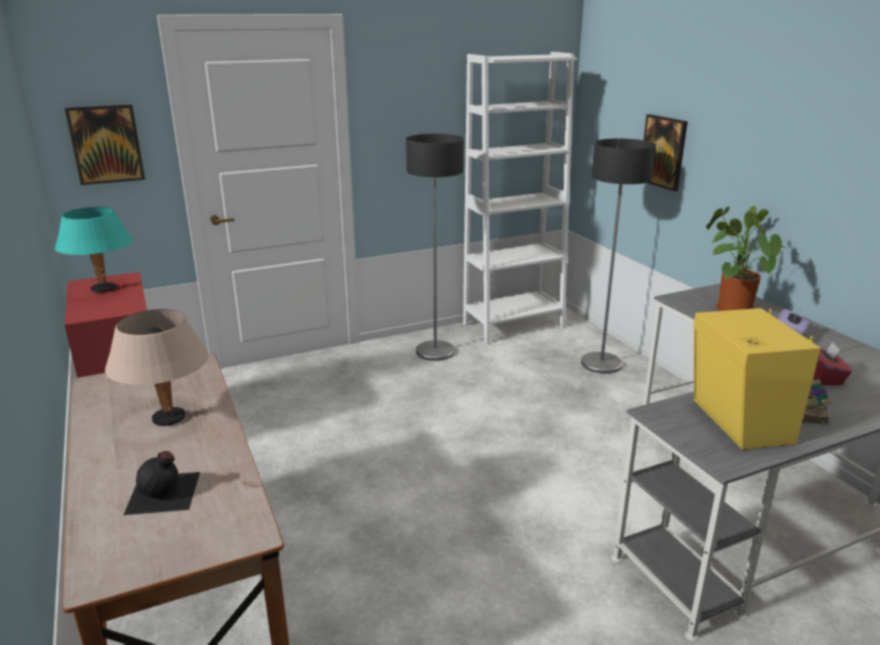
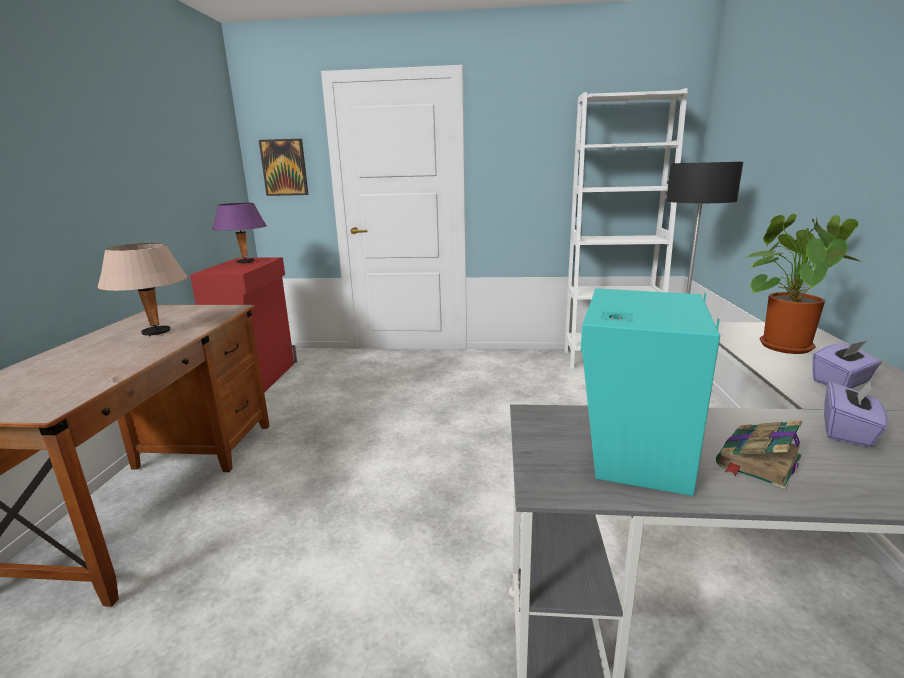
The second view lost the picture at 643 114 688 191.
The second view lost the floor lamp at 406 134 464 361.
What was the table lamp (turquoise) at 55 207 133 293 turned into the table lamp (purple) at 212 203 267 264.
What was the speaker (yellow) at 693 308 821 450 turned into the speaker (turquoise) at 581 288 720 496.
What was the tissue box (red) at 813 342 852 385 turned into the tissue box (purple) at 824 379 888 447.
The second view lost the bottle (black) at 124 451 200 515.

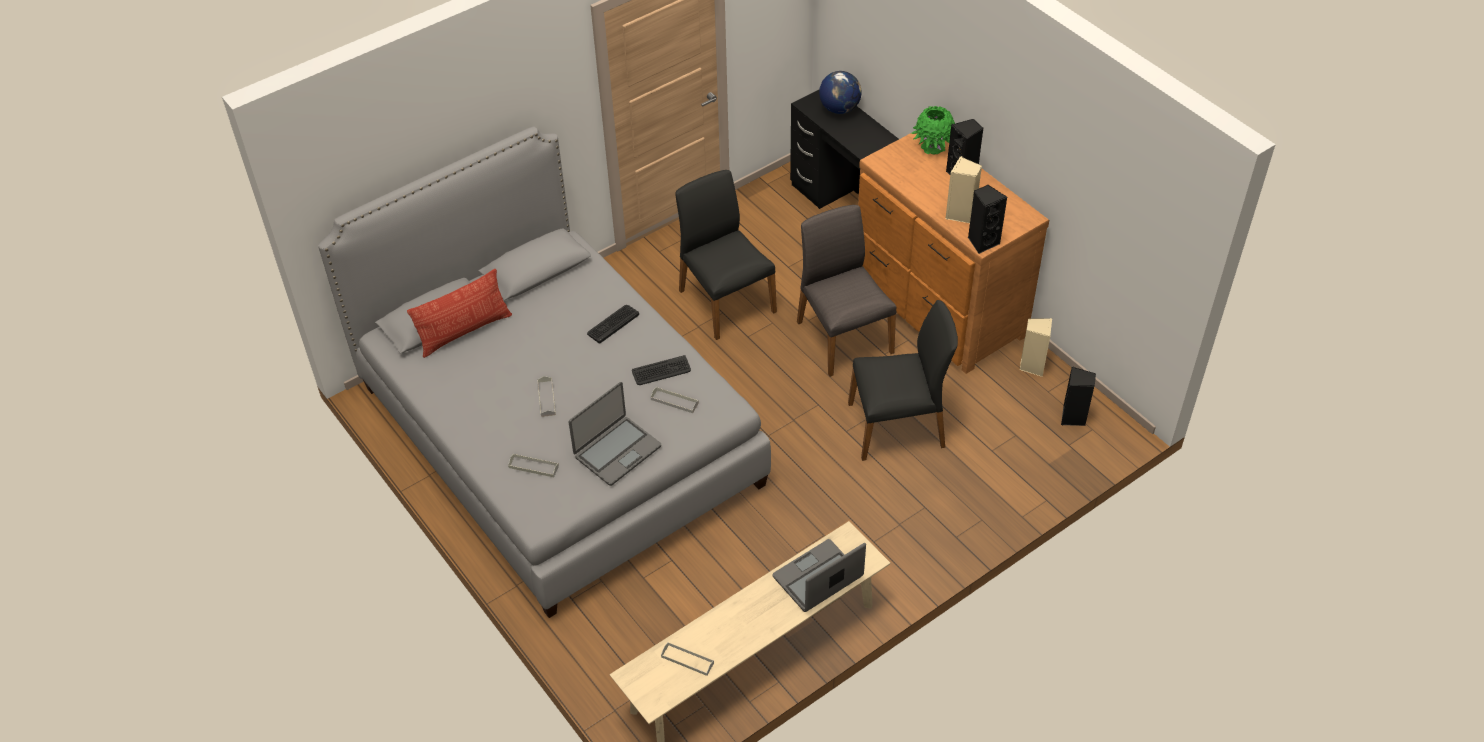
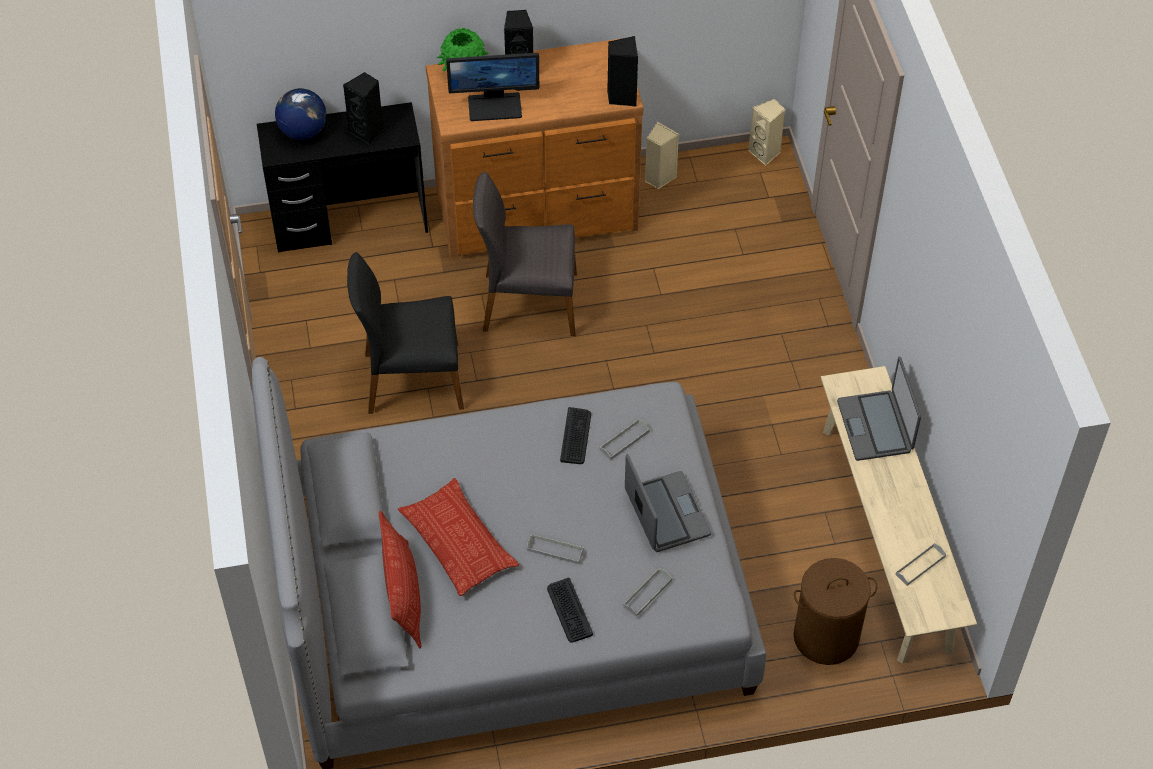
The speaker (beige) ended up elsewhere, having gone from 946 156 982 223 to 748 99 785 166.
The second view lost the chair (black) at 848 300 958 461.
The keyboard ended up elsewhere, having gone from 587 305 639 344 to 547 578 593 642.
The speaker (black) ended up elsewhere, having gone from 1061 367 1096 426 to 343 72 384 145.
The second view gained the monitor at 446 53 539 121.
The second view gained the pillow at 398 478 519 596.
The second view gained the laundry basket (brown) at 794 558 877 665.

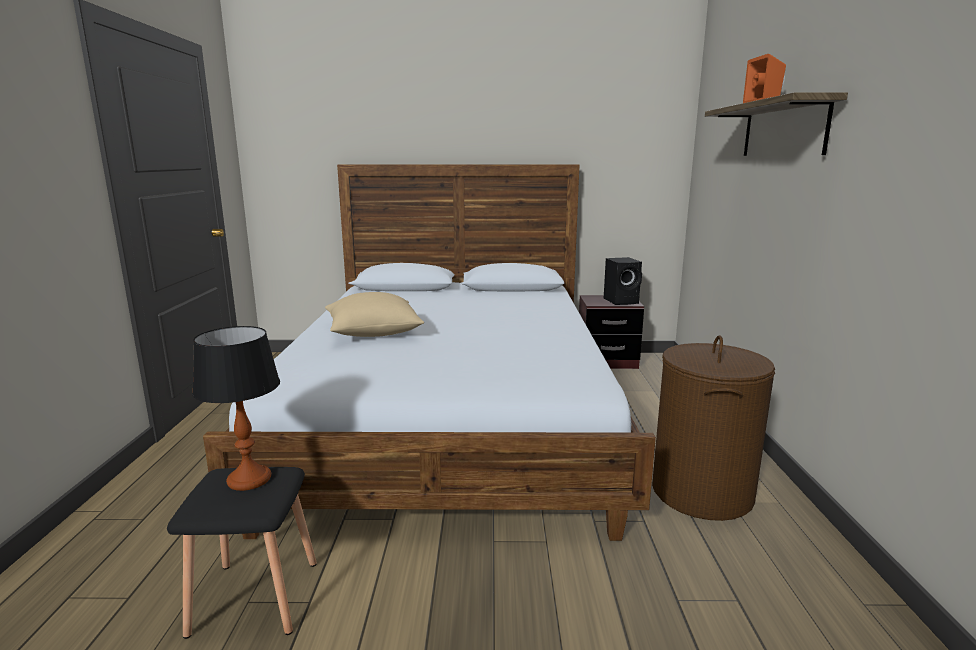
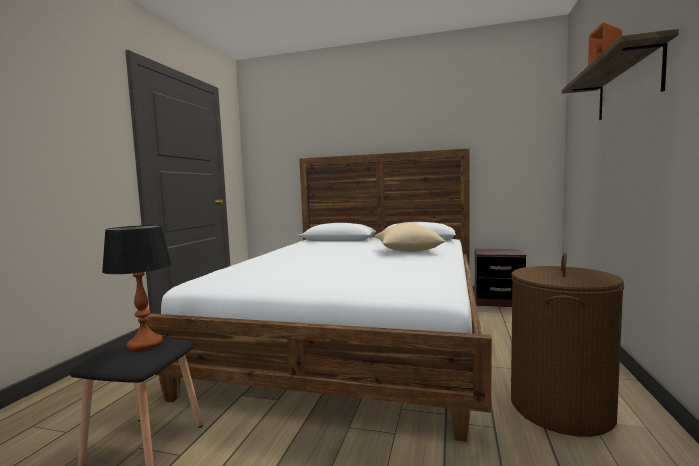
The second view lost the speaker (black) at 604 257 642 305.
The pillow (beige) ended up elsewhere, having gone from 325 292 424 337 to 375 224 446 252.

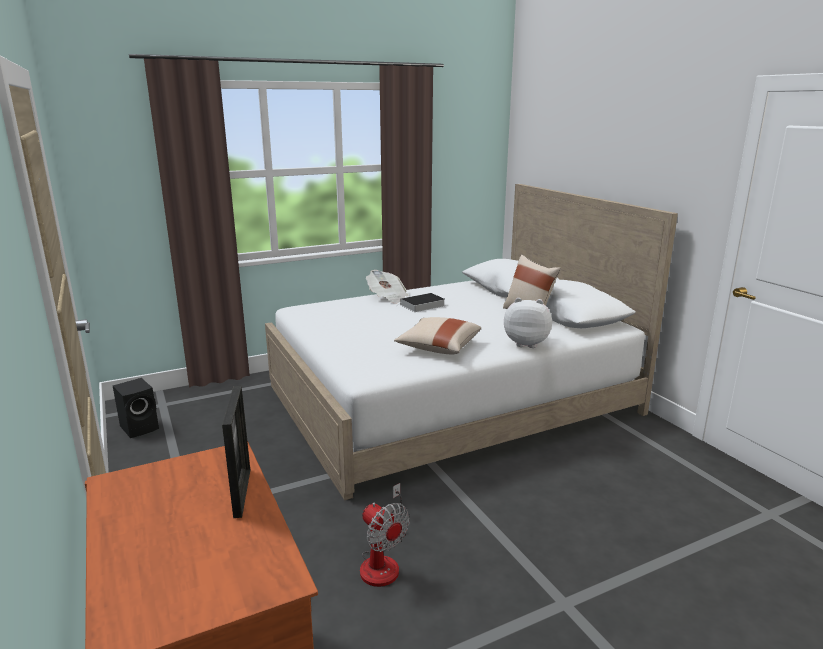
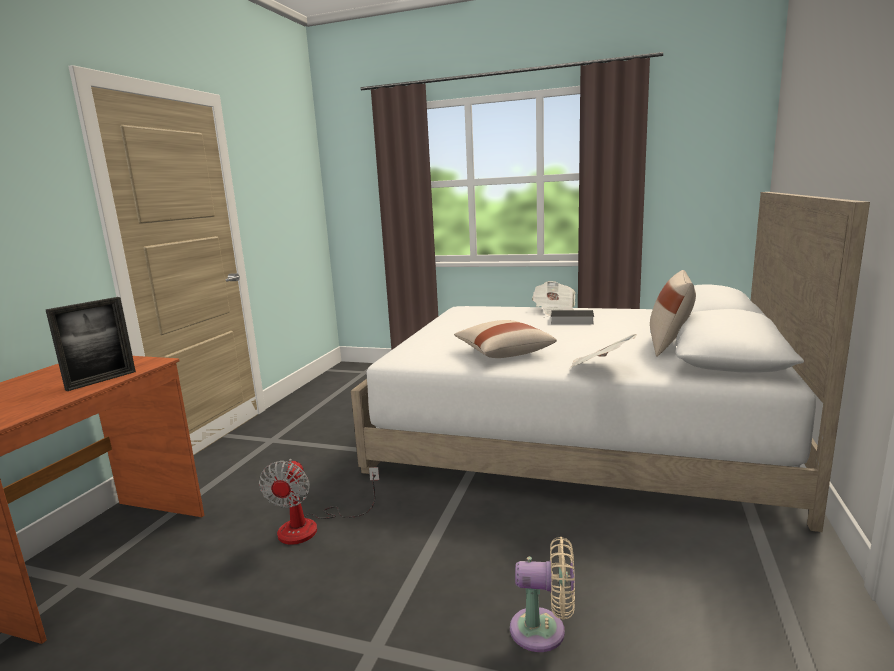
Where the plush toy stood at 504 298 552 348, the newspaper came to stand at 570 334 637 368.
The second view lost the speaker (black) at 113 378 159 438.
The second view gained the fan (beige) at 510 537 575 652.

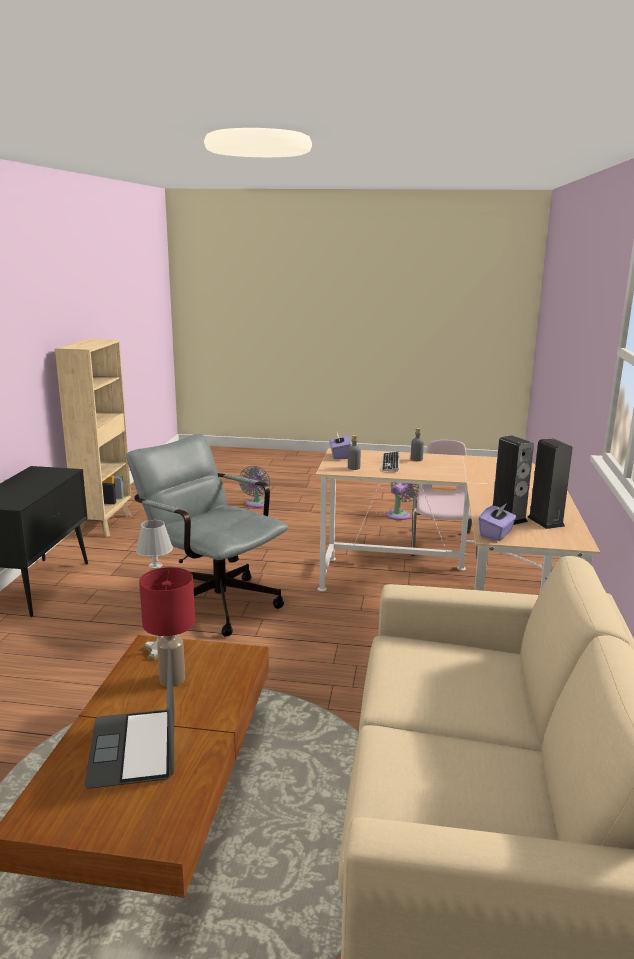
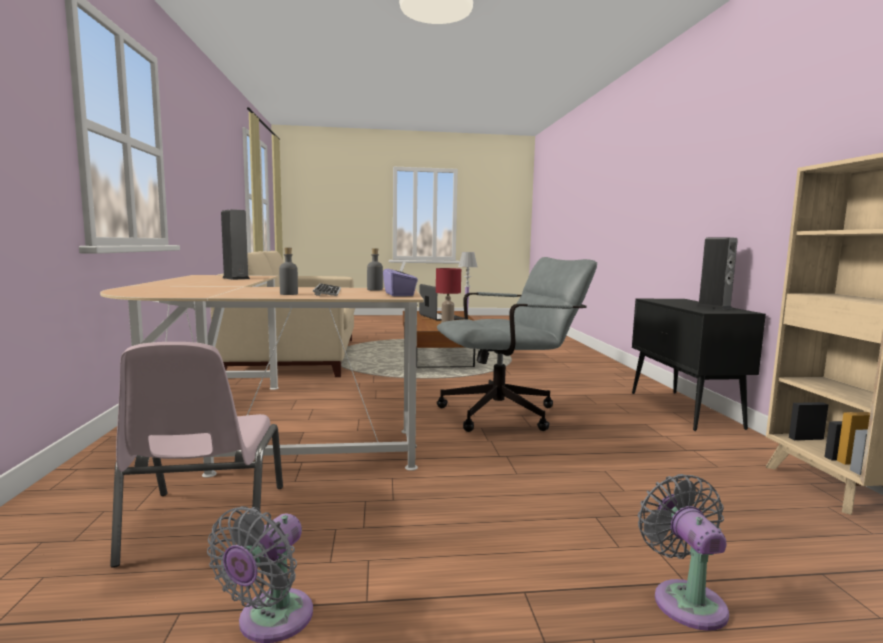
The office chair (grey) at 126 434 289 637 ended up facing another way, 45 degrees counterclockwise from before.
The speaker ended up elsewhere, having gone from 528 438 573 529 to 697 237 738 310.
The second view lost the tissue box (purple) at 479 503 517 541.

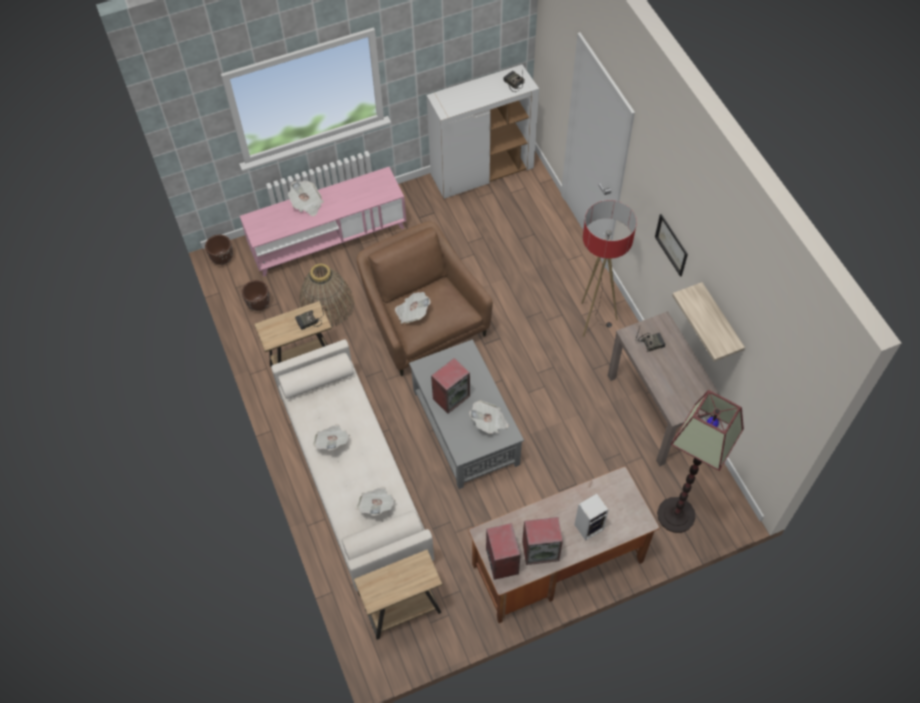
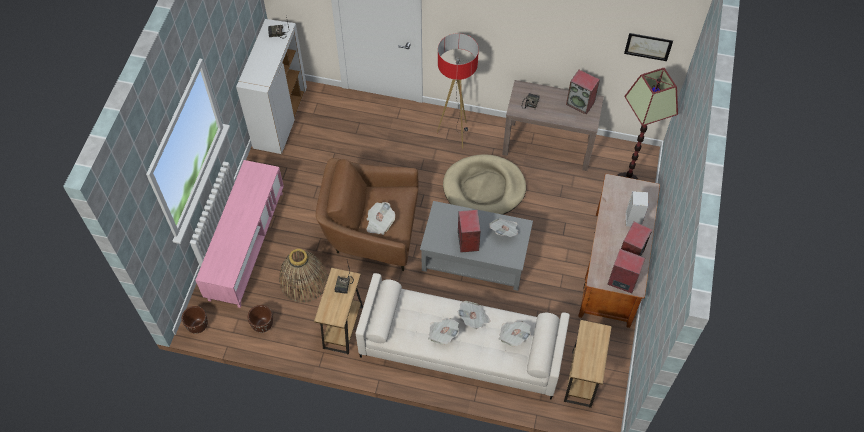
The newspaper ended up elsewhere, having gone from 288 181 324 216 to 457 301 491 329.
The picture ended up elsewhere, having gone from 655 214 688 277 to 624 33 673 61.
The second view lost the shelf at 672 282 745 362.
The second view gained the speaker at 566 70 600 115.
The second view gained the dog bed (beige) at 443 154 526 215.

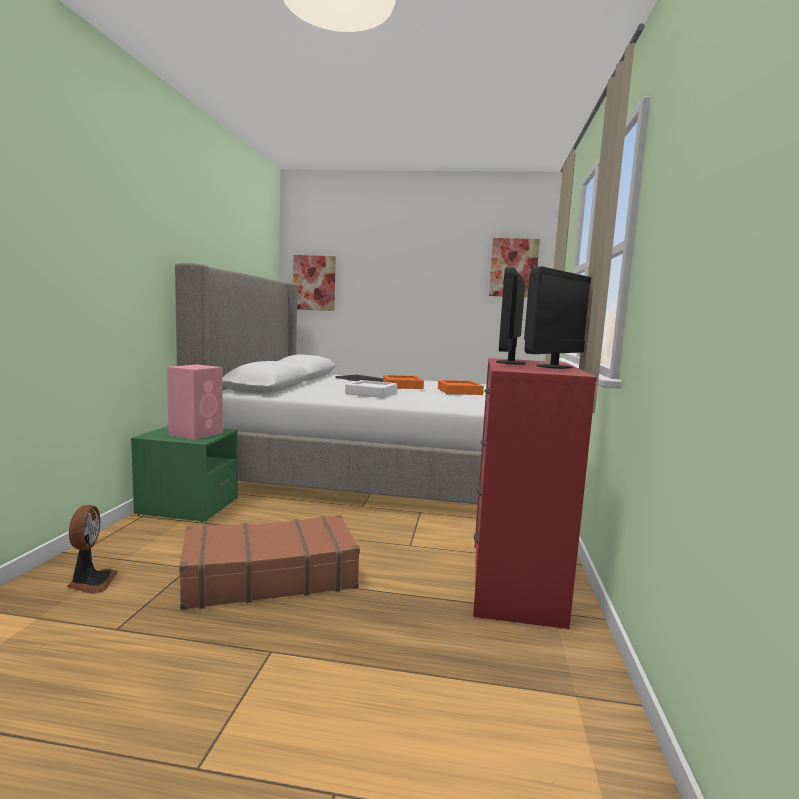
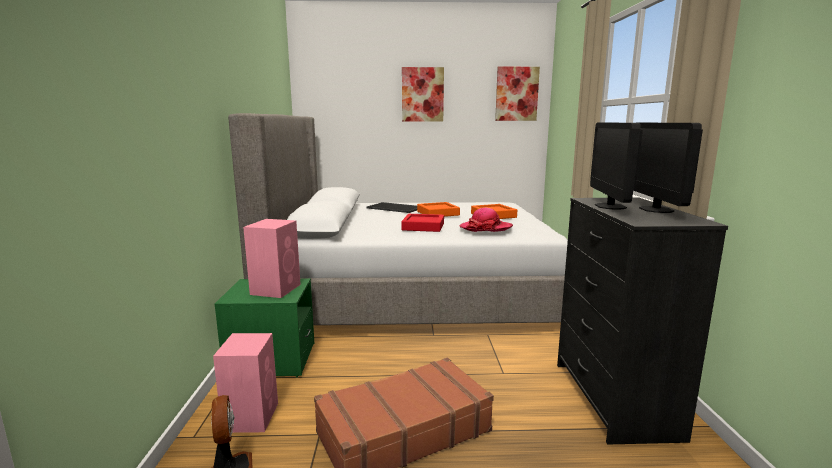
The picture ended up elsewhere, having gone from 293 255 336 311 to 402 67 444 122.
The monitor at 524 266 591 369 ended up facing another way, 150 degrees clockwise from before.
What was the dresser (red) at 473 358 597 629 turned into the dresser (black) at 557 198 728 444.
What was the tray (white) at 345 380 397 398 turned into the tray (red) at 401 214 444 232.
The second view gained the hat at 460 208 513 232.
The second view gained the speaker (pink) at 213 333 278 433.

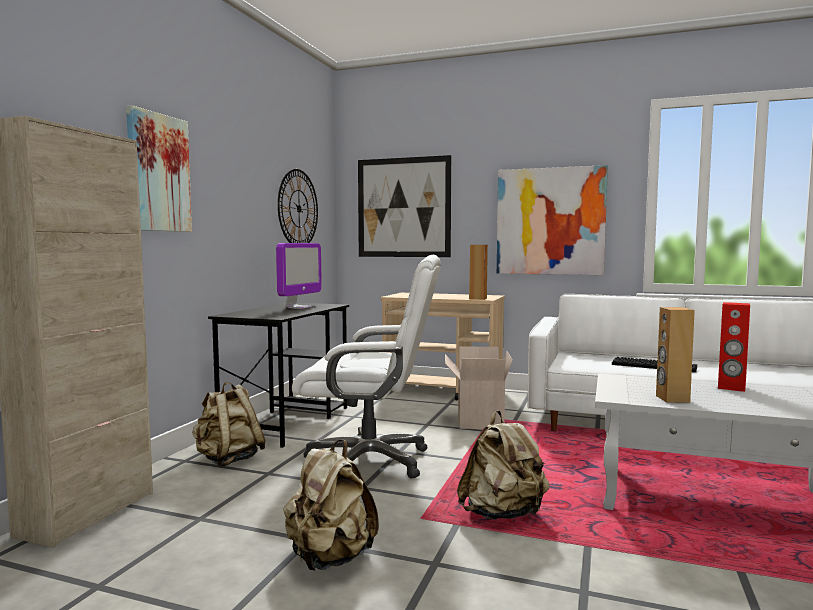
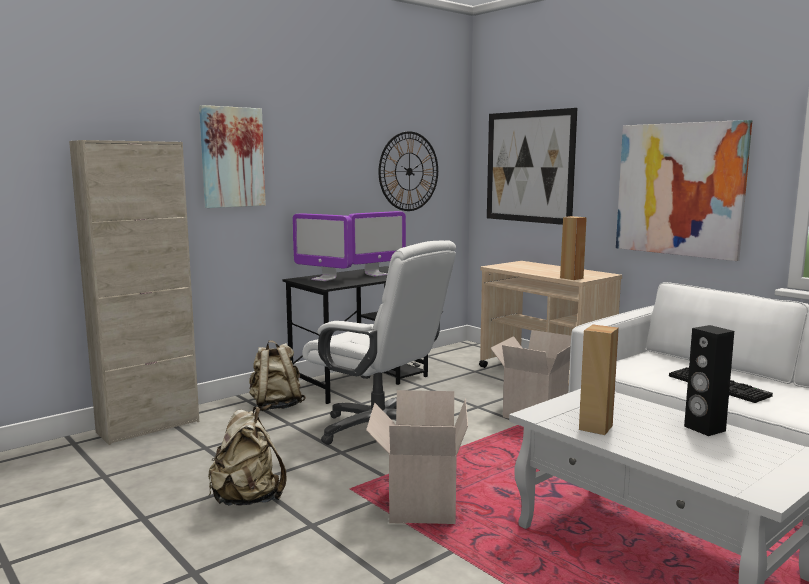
What was the speaker (red) at 718 302 750 392 turned into the speaker (black) at 684 325 734 436.
Where the backpack (beige) stood at 457 410 549 520, the cardboard box came to stand at 366 390 468 524.
The second view gained the monitor at 293 213 353 281.

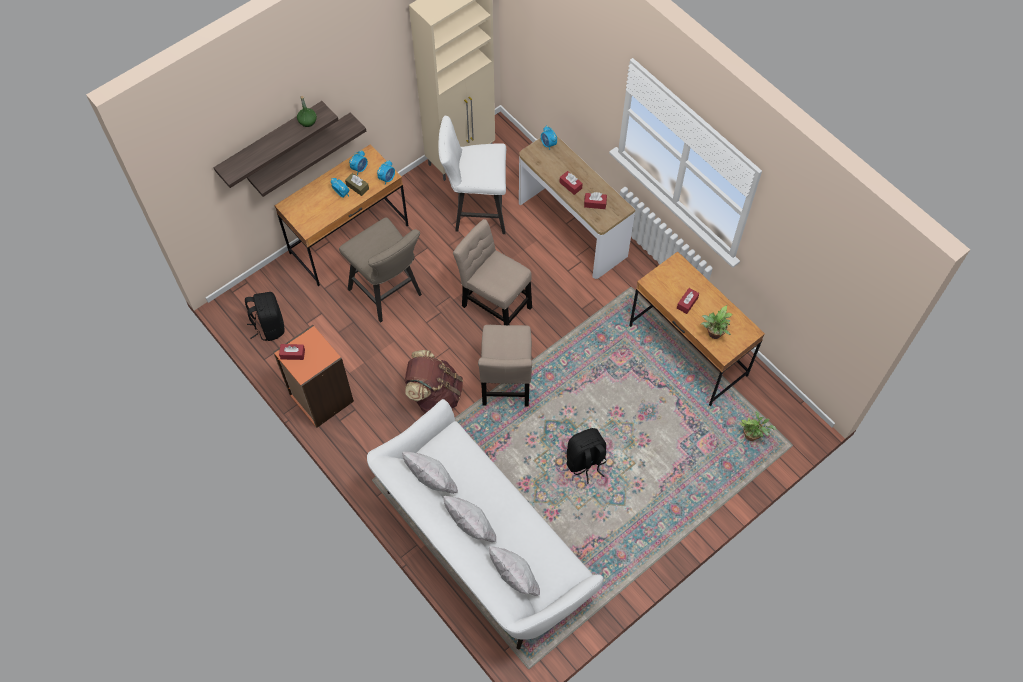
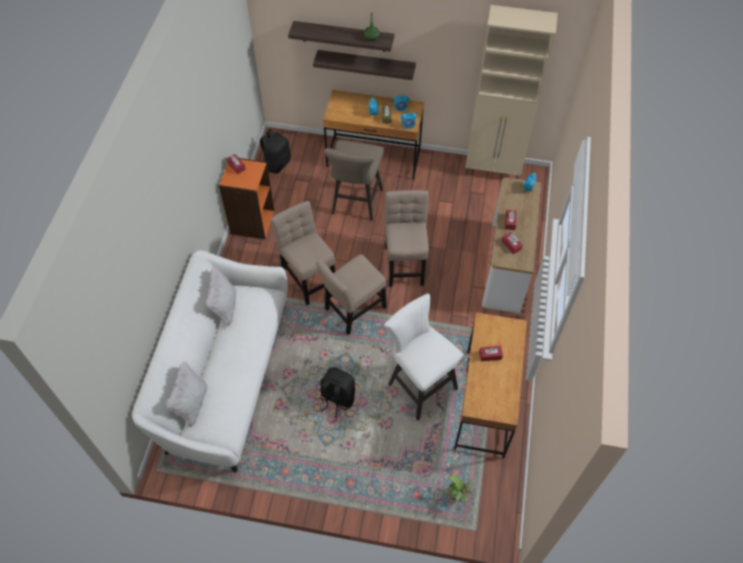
The stool (white) ended up elsewhere, having gone from 438 116 506 234 to 384 294 465 421.
The second view lost the potted plant at 701 305 733 339.
Where the backpack (brown) stood at 405 350 463 413, the chair (beige) came to stand at 270 201 335 305.
The second view lost the pillow (white) at 443 496 496 542.

